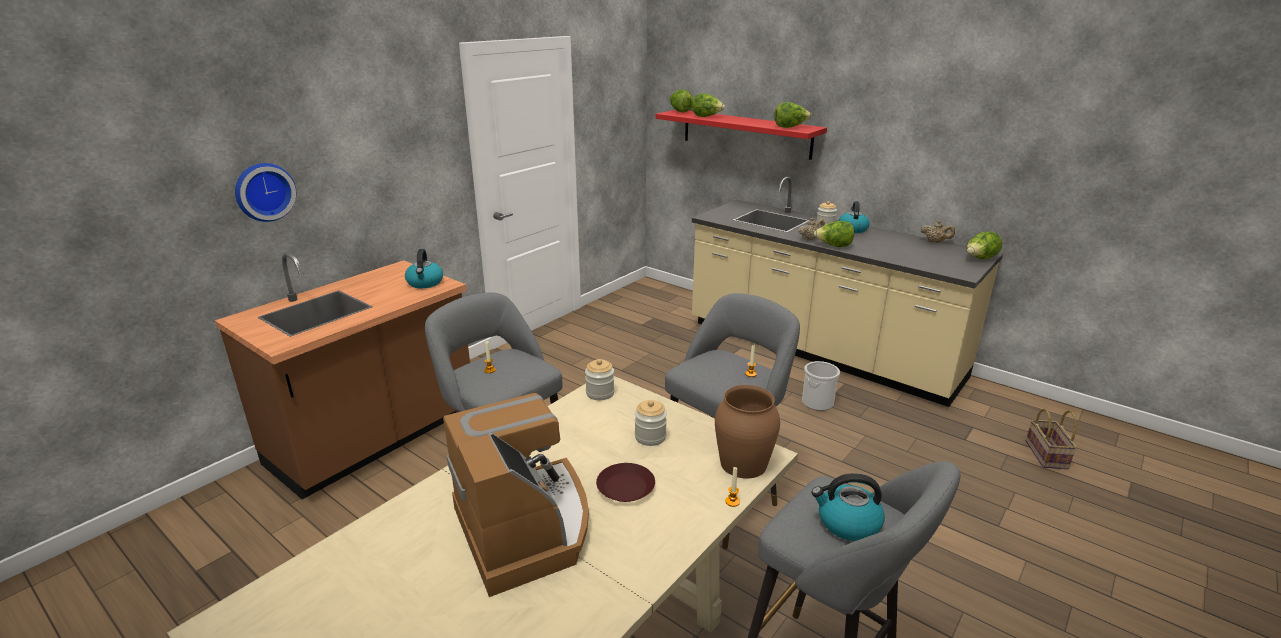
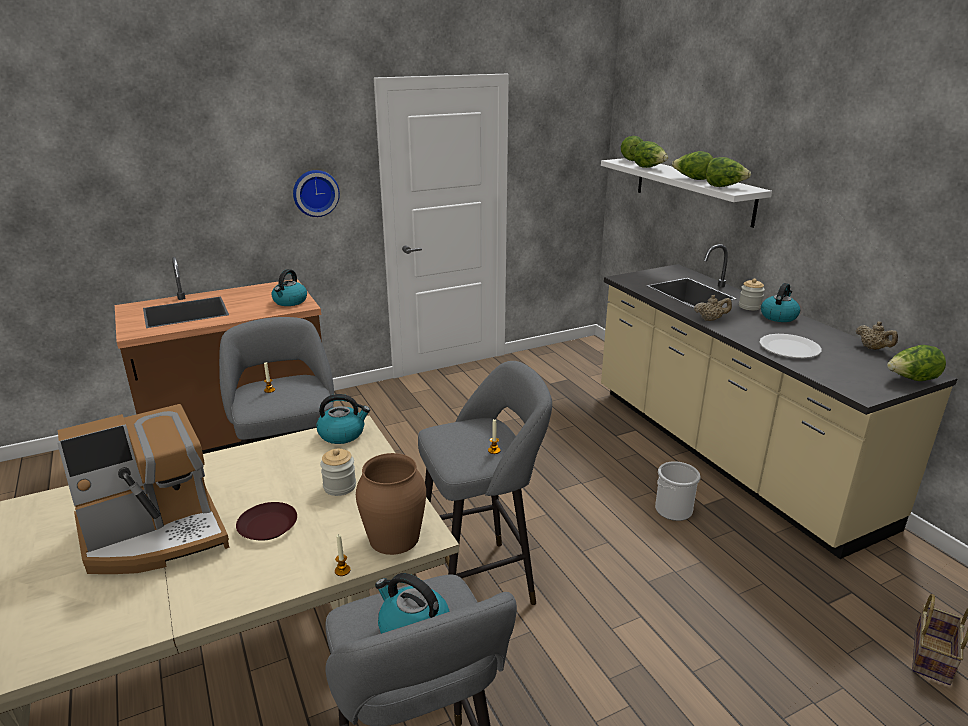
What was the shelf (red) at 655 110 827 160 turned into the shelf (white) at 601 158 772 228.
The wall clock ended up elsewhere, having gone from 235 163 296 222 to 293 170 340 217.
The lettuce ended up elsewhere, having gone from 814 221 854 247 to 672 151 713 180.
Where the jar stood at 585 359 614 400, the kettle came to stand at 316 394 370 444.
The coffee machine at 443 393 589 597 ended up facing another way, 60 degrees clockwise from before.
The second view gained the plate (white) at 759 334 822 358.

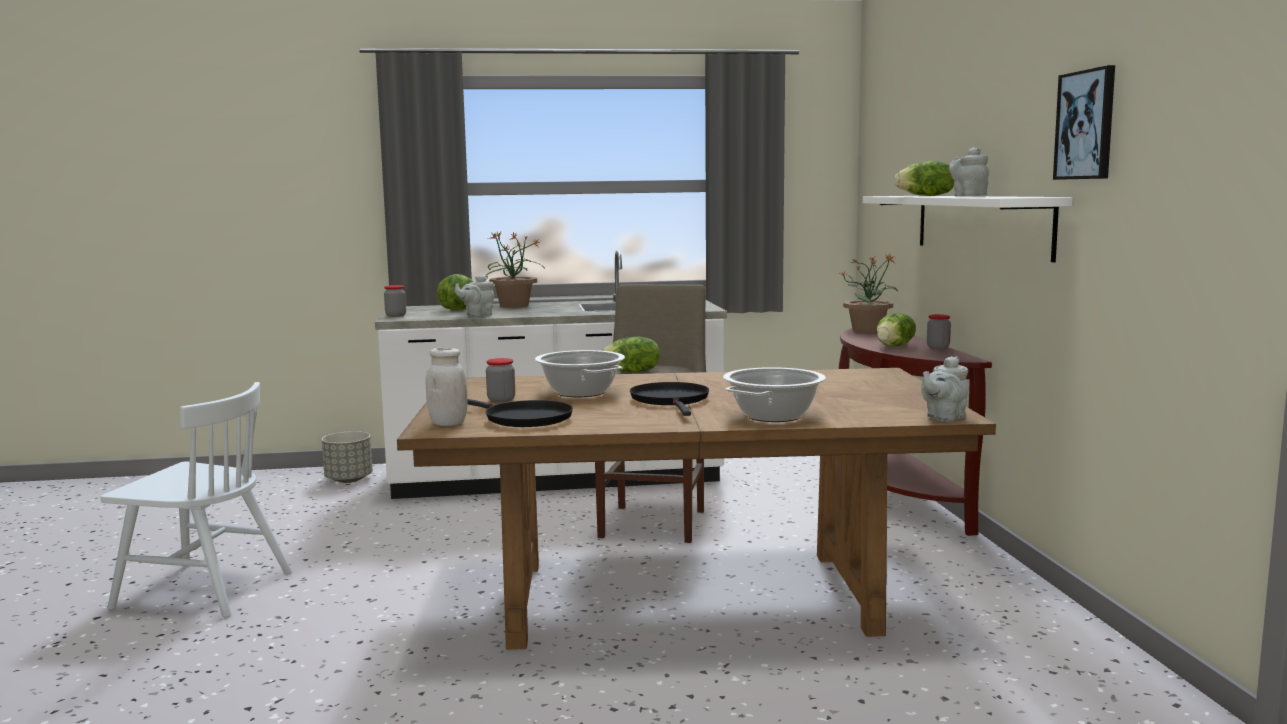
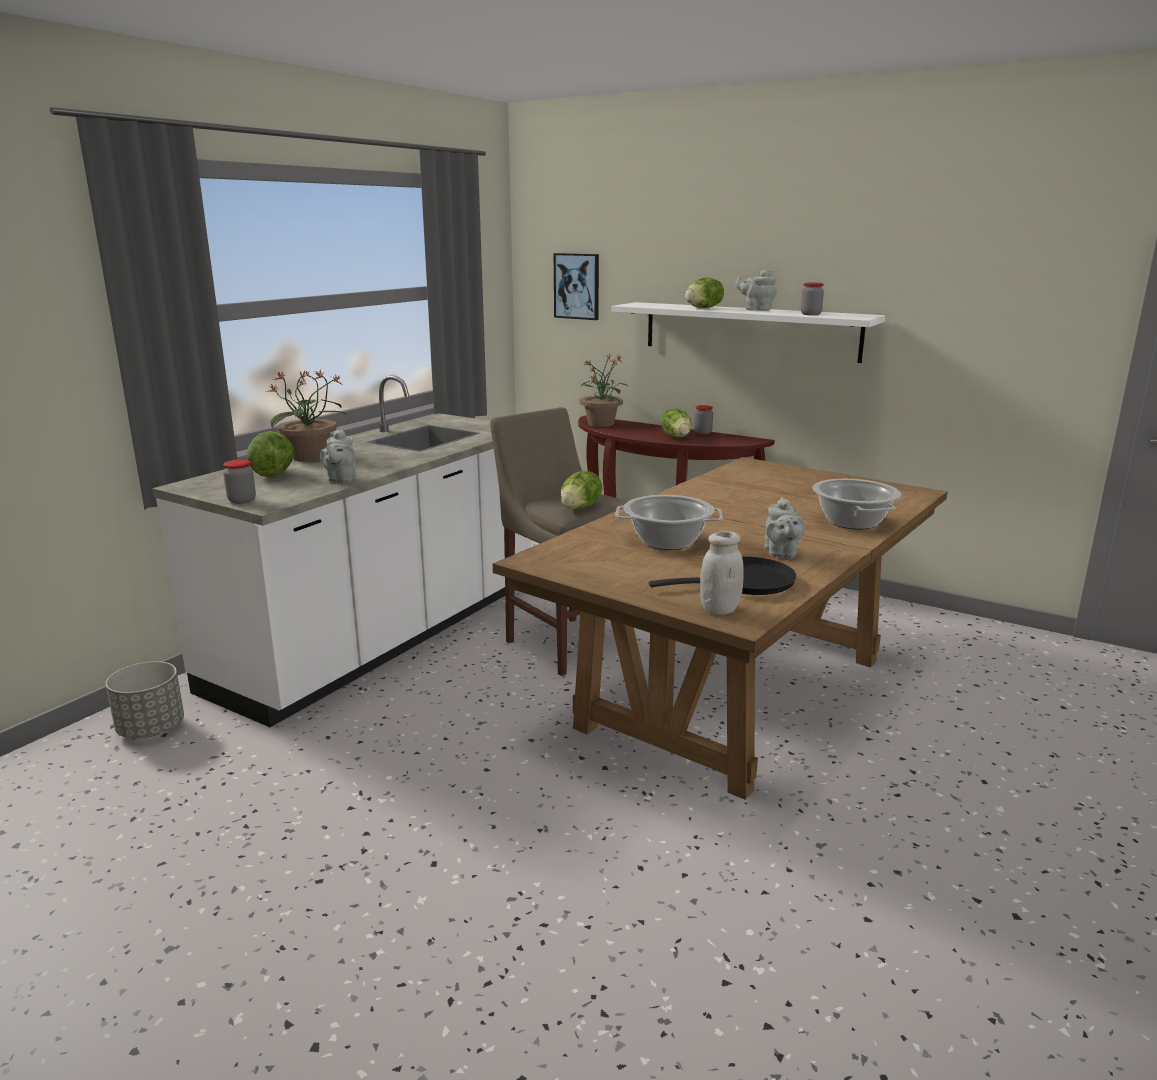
The picture ended up elsewhere, having gone from 1053 65 1115 180 to 554 253 599 320.
The teapot (grey) ended up elsewhere, having gone from 921 356 969 422 to 764 497 805 558.
The jar ended up elsewhere, having gone from 486 358 515 403 to 801 283 824 315.
The second view lost the chair (white) at 100 382 292 618.
The second view lost the frying pan (black) at 630 382 710 416.

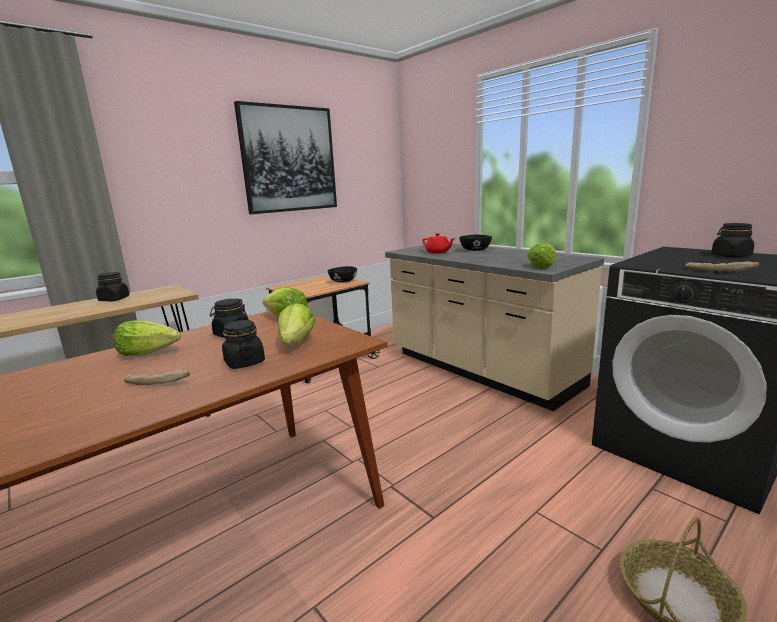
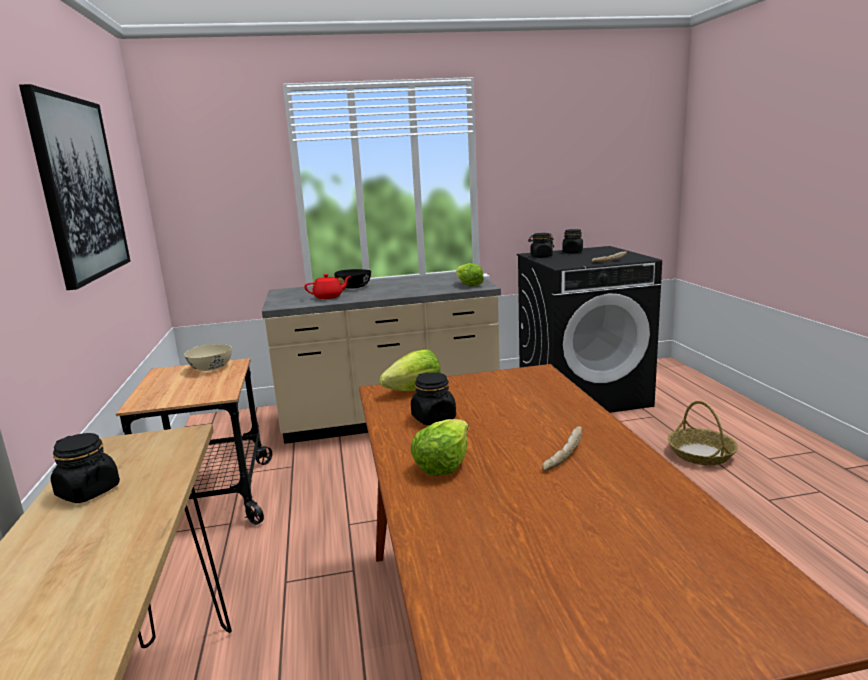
What was the bowl (black) at 328 266 357 283 turned into the bowl (beige) at 184 344 232 371.
The second view lost the lettuce at 278 303 315 346.
The jar (black) ended up elsewhere, having gone from 222 320 265 369 to 528 233 554 258.

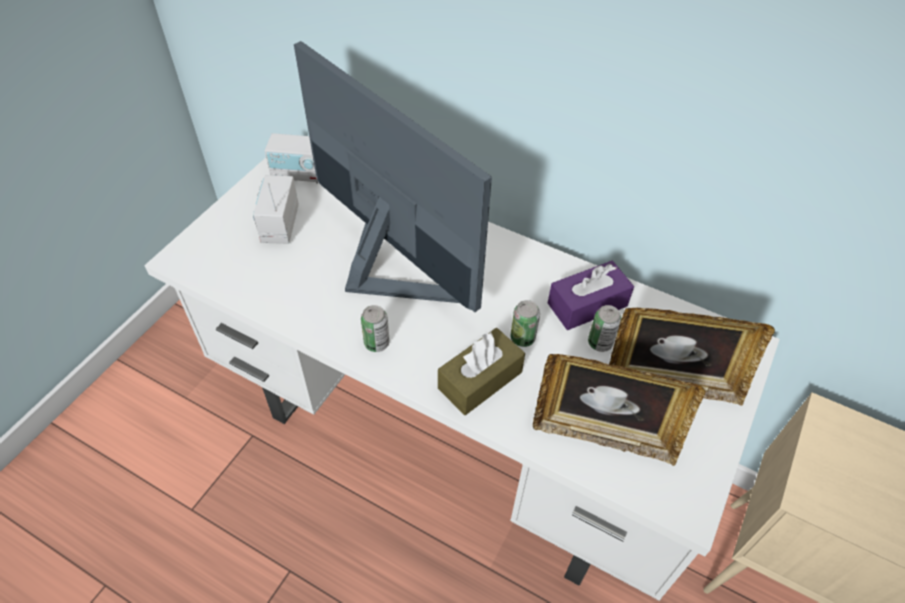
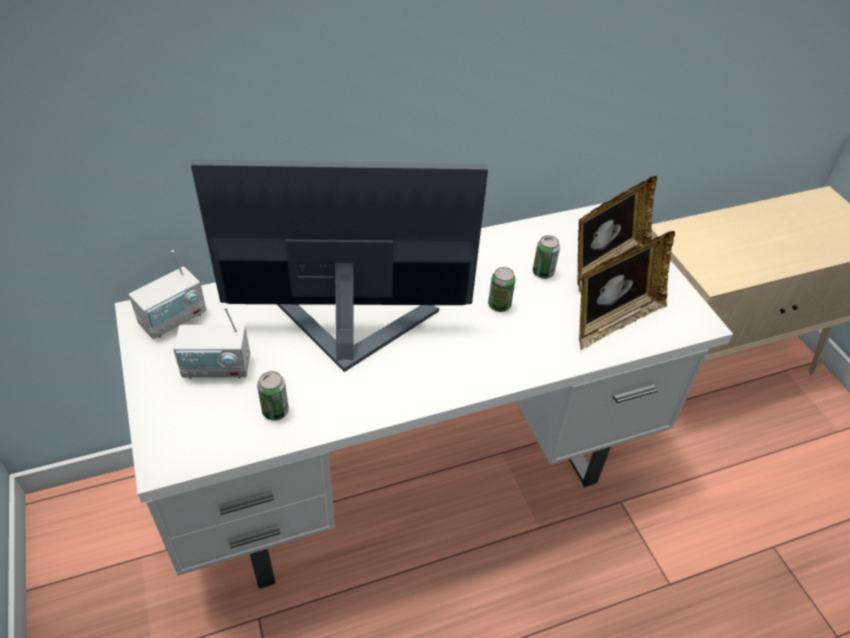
The radio at 253 175 299 244 ended up facing another way, 45 degrees counterclockwise from before.
The second view lost the tissue box (purple) at 548 261 634 330.
The can ended up elsewhere, having gone from 361 305 390 352 to 257 371 289 421.
The second view lost the tissue box (brown) at 438 328 525 415.

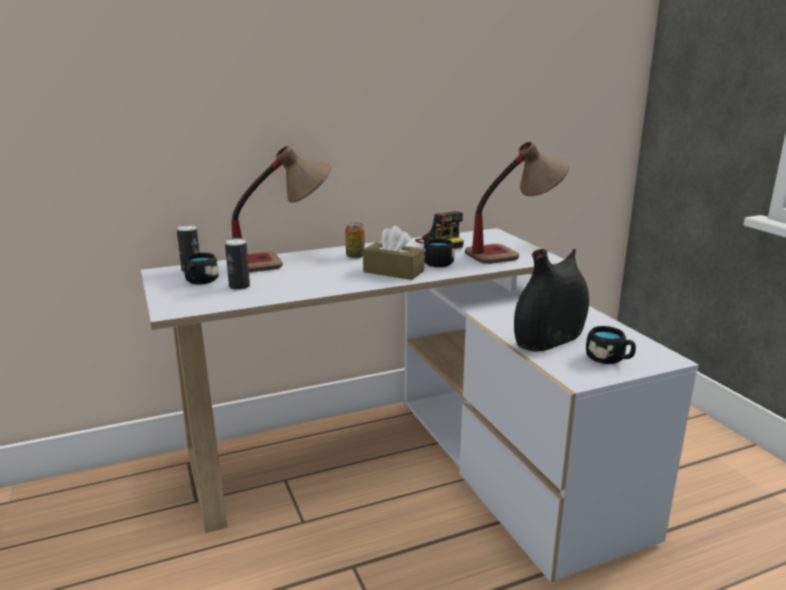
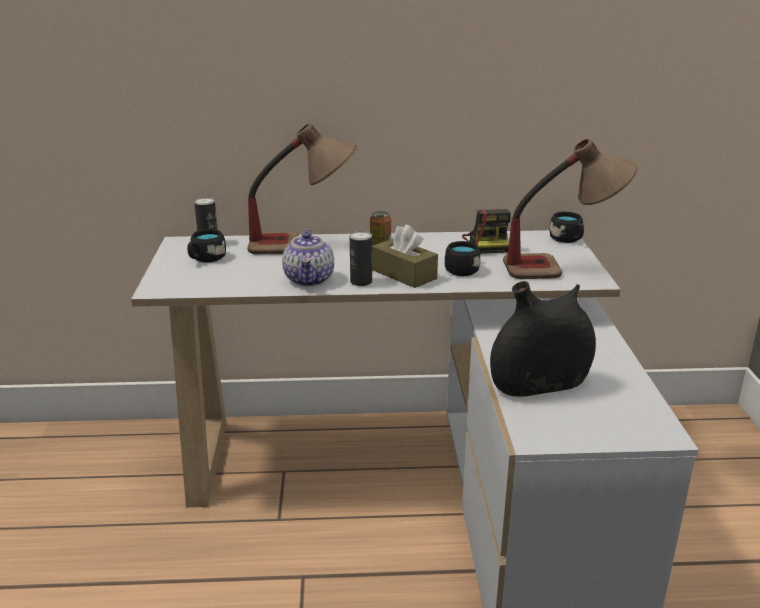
The can ended up elsewhere, having gone from 225 238 250 290 to 350 231 372 286.
The mug (black) ended up elsewhere, having gone from 586 326 636 364 to 550 212 584 243.
The second view gained the teapot at 282 229 334 286.

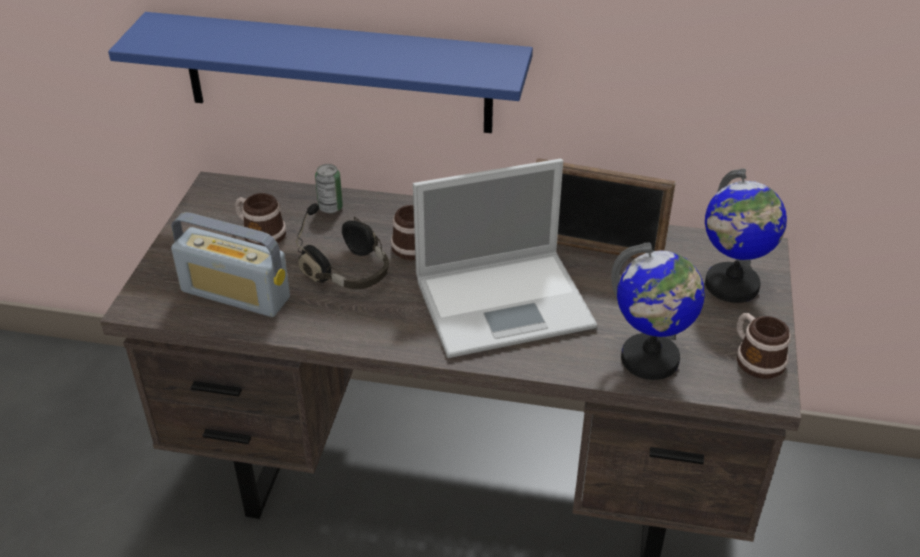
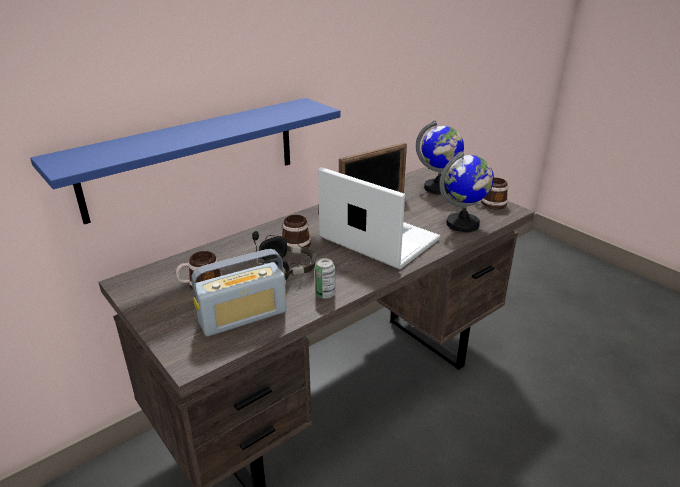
The laptop at 413 159 597 358 ended up facing another way, 75 degrees counterclockwise from before.
The can ended up elsewhere, having gone from 315 164 343 213 to 315 258 335 299.

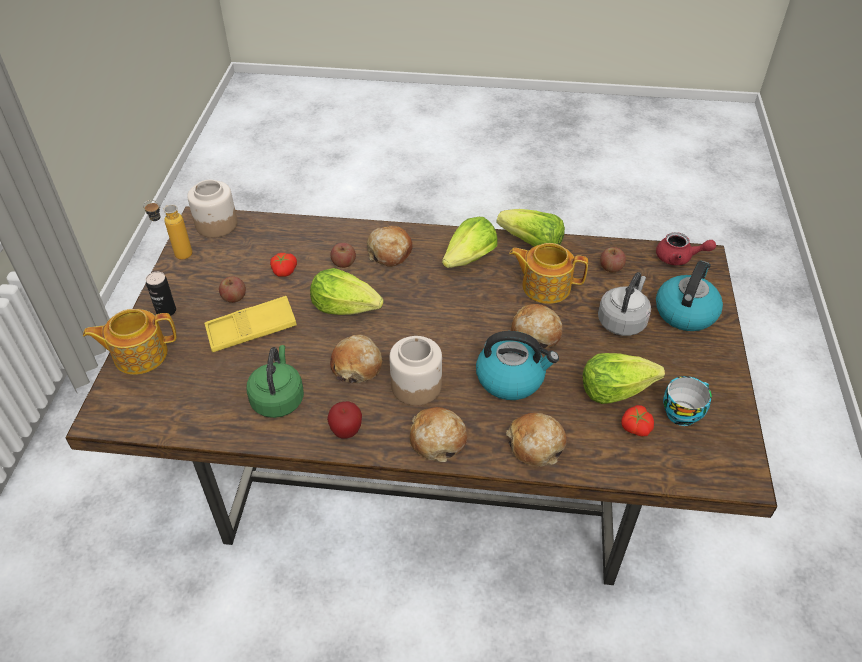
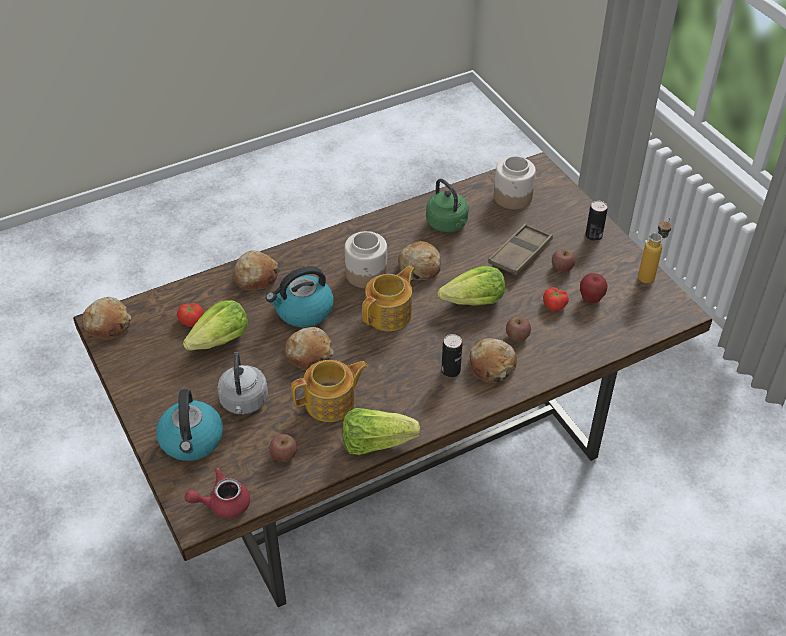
The jar ended up elsewhere, having gone from 187 180 238 238 to 494 156 536 209.
The second view lost the lettuce at 442 217 498 268.
What was the tray (yellow) at 204 296 297 352 turned into the tray (brown) at 488 223 553 275.
The teapot ended up elsewhere, having gone from 83 309 176 374 to 362 266 415 331.
The second view lost the cup at 663 376 712 426.
The apple ended up elsewhere, having gone from 327 401 362 439 to 580 273 608 303.
The bread ended up elsewhere, having gone from 409 407 467 463 to 82 297 131 340.
The second view gained the can at 441 334 462 377.

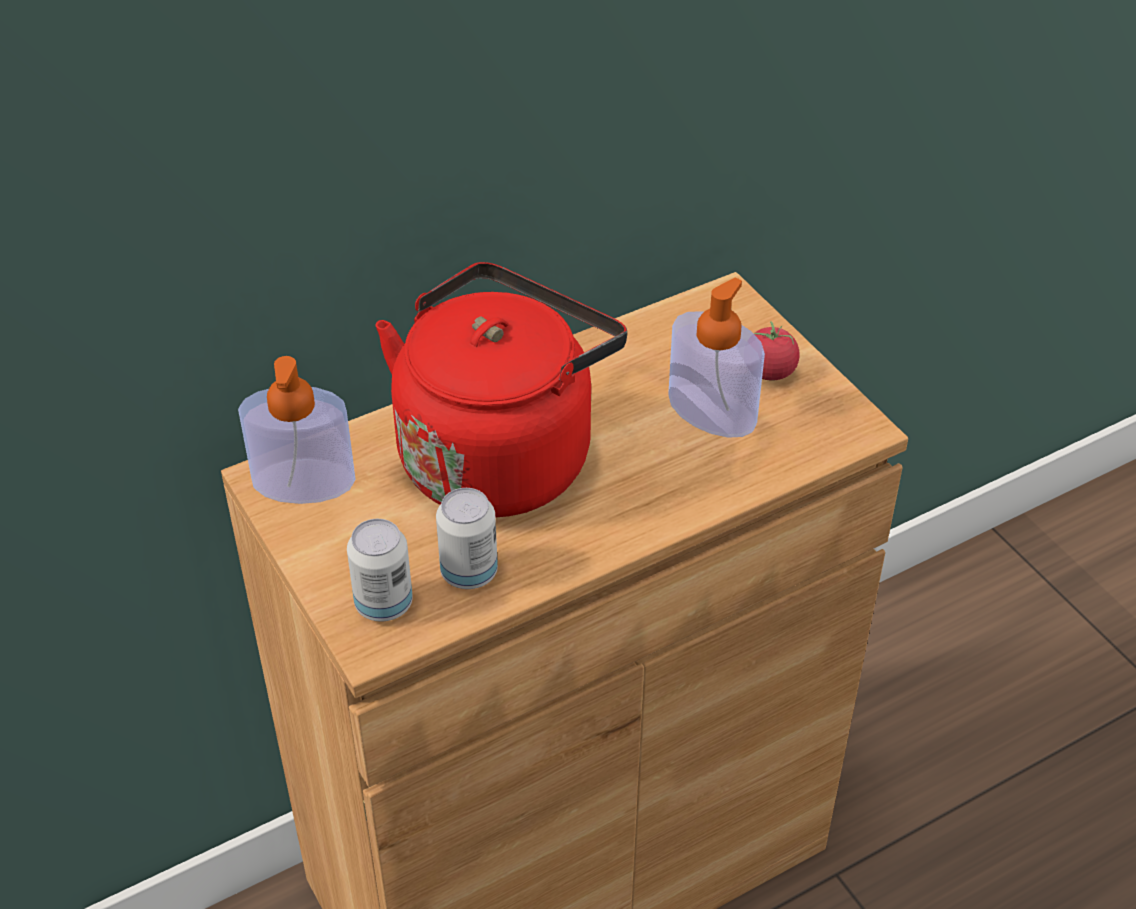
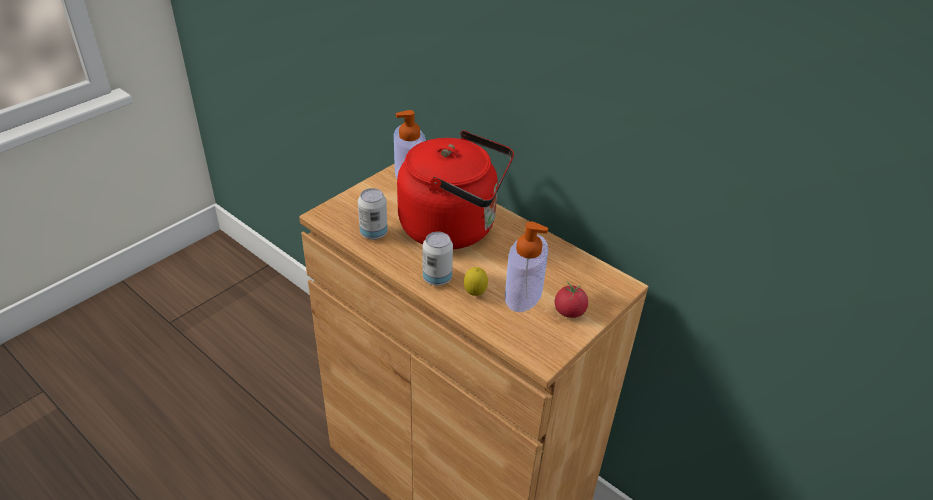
The can ended up elsewhere, having gone from 347 519 413 621 to 423 232 453 286.
The second view gained the lemon at 464 267 488 296.

